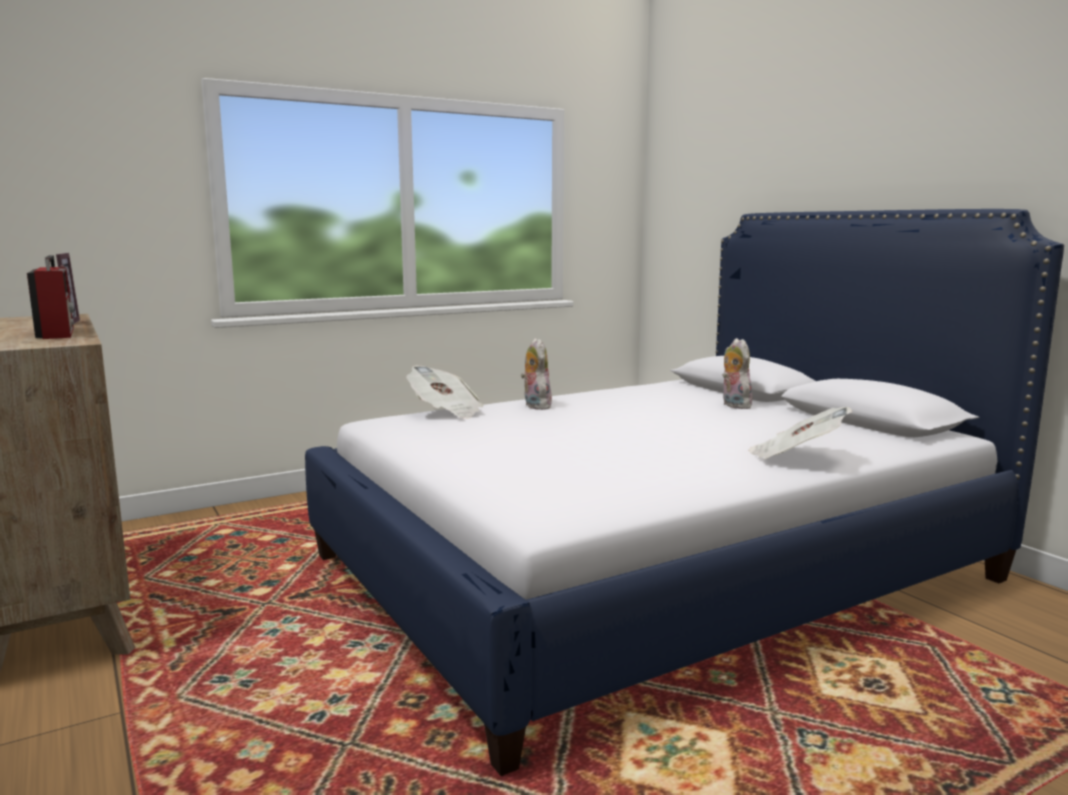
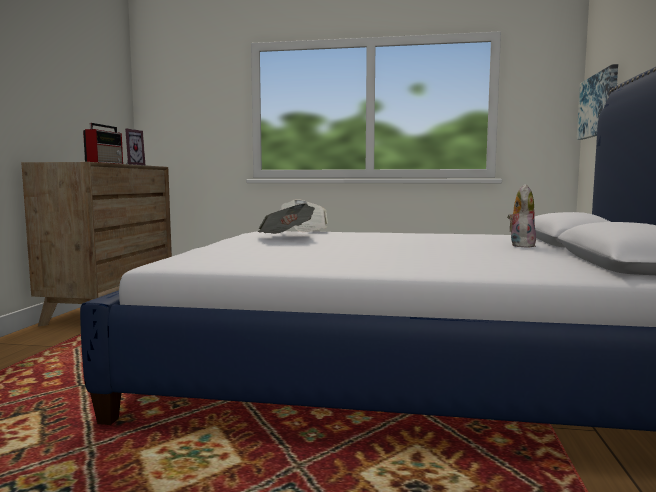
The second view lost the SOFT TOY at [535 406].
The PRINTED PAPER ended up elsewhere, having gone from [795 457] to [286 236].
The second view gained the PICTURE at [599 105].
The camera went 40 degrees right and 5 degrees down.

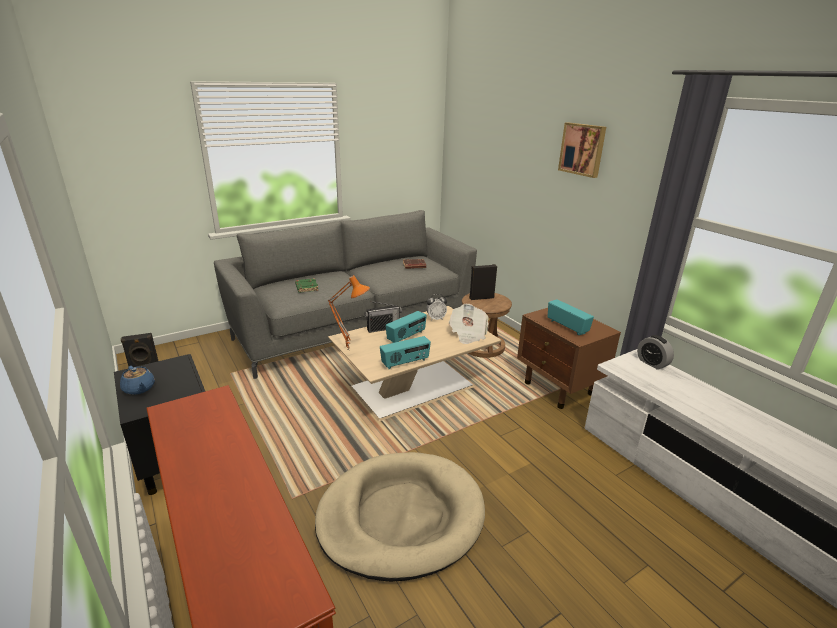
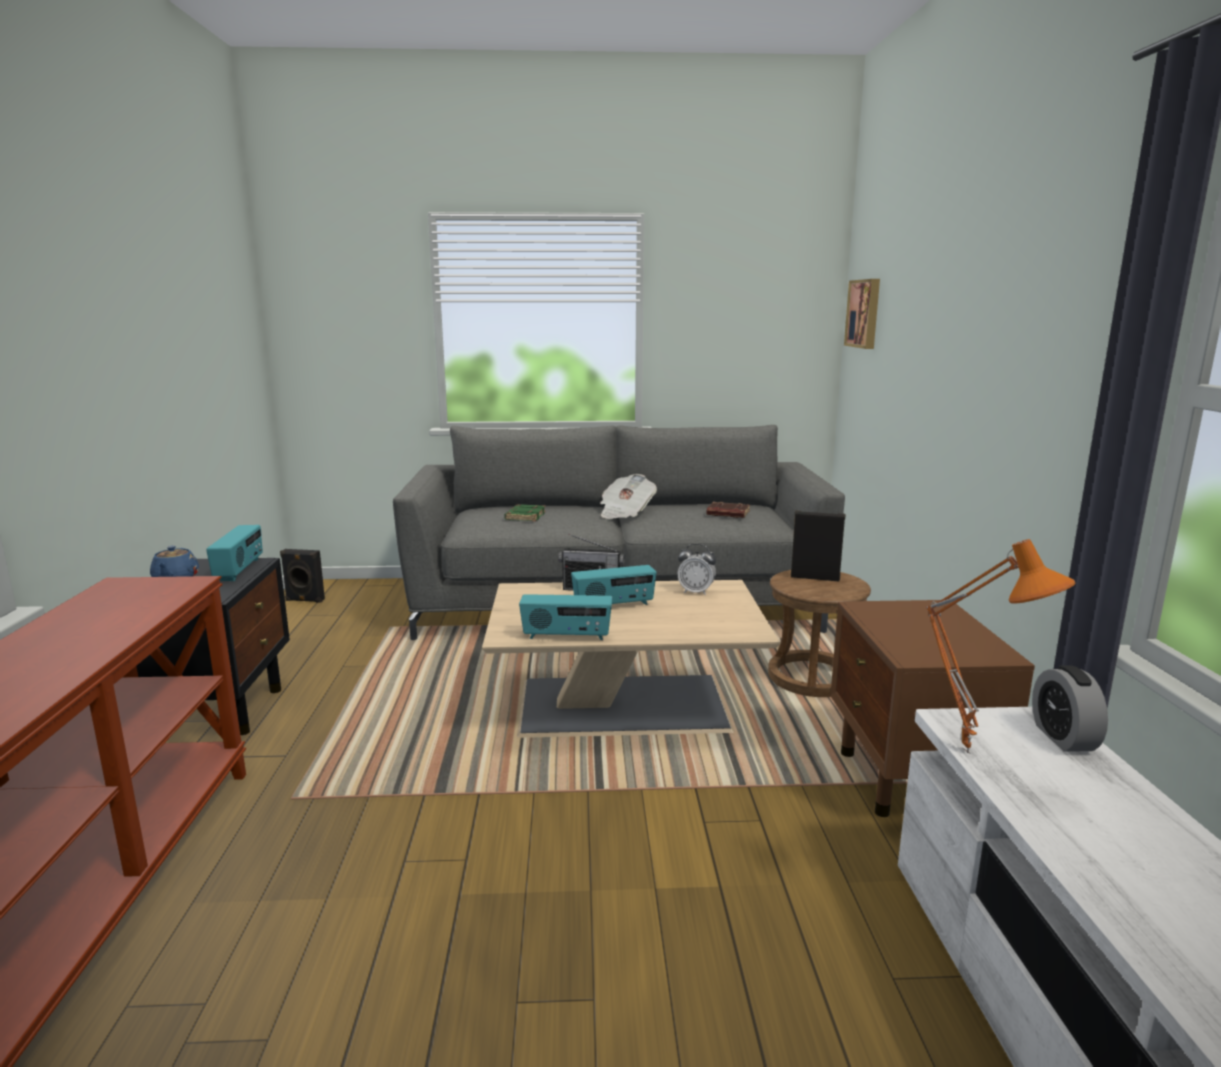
The second view lost the BEIGE-COLOURED DOG CUSHION at [400 517].
The ORANGE-COLOURED LAMP FOR A TABLE ended up elsewhere, having gone from [349 349] to [970 750].
The PRINTED PAPER ended up elsewhere, having gone from [467 334] to [625 512].
The RADIO RECEIVER ended up elsewhere, having gone from [567 327] to [240 570].
The PICTURE ended up elsewhere, having gone from [582 149] to [865 313].
The camera went 30 degrees right and 10 degrees down.

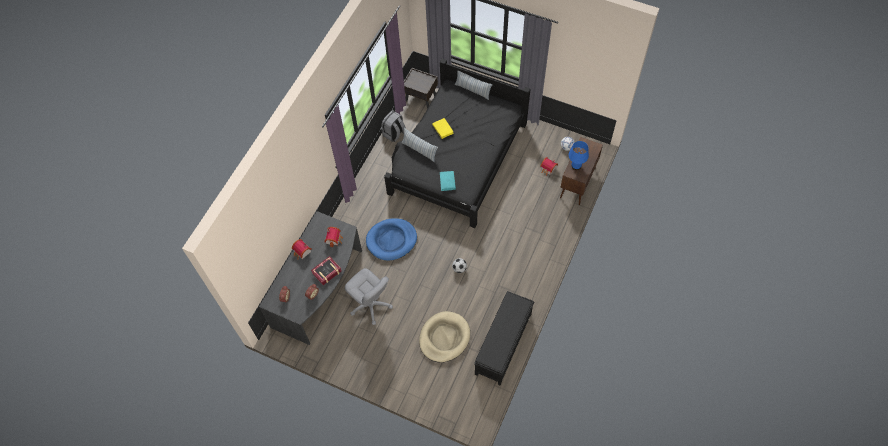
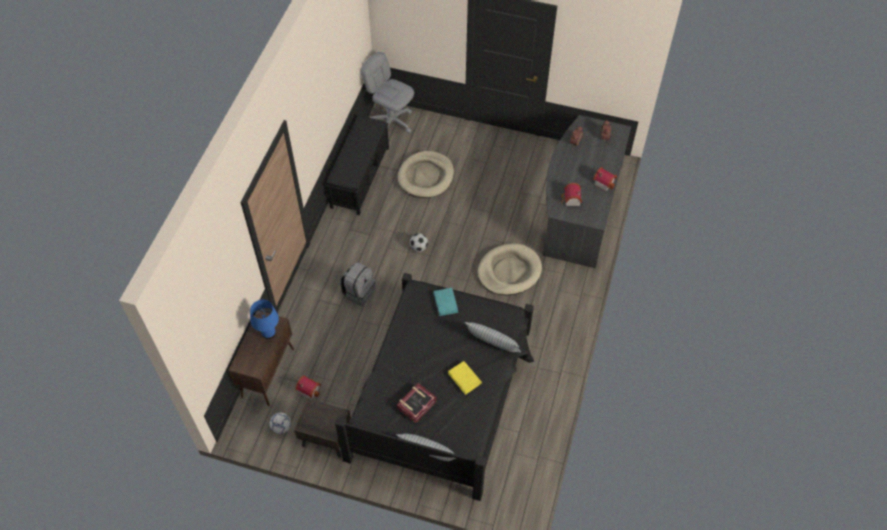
The BOOK ended up elsewhere, having gone from [327 272] to [416 404].
The GRAY OFFICE CHAIR ended up elsewhere, having gone from [371 305] to [391 122].
What was the BLUE DOG CUSHION at [391 240] turned into the BEIGE-COLOURED DOG CUSHION at [509 271].
The GRAY BACKPACK ended up elsewhere, having gone from [394 134] to [358 292].
The BROWN-COLOURED NIGHTSTAND ended up elsewhere, having gone from [421 98] to [325 439].
The camera went 170 degrees right and 5 degrees down.

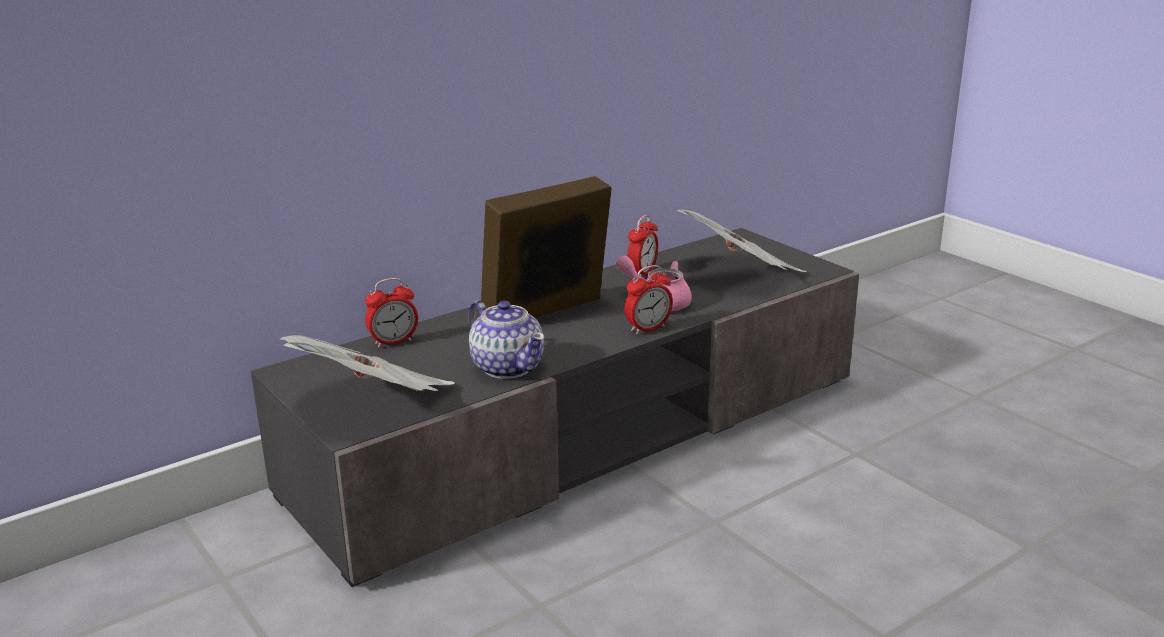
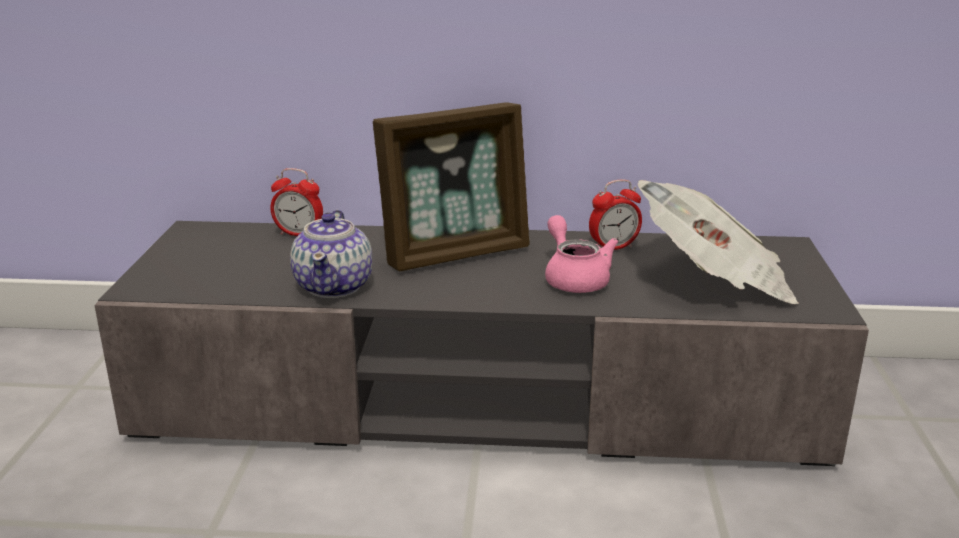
The second view lost the PRINTED PAPER at [375 403].
The STANDING FRAME at [546 313] ended up facing another way, 150 degrees clockwise from before.
The second view lost the ALARM CLOCK at [648 329].
The camera went 40 degrees right and 0 degrees up.

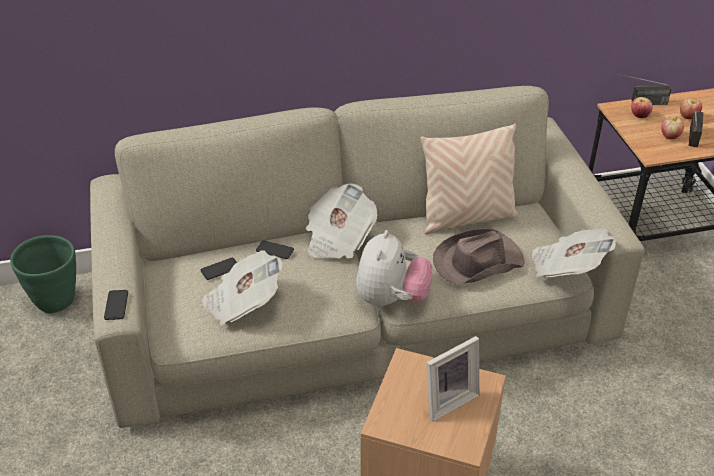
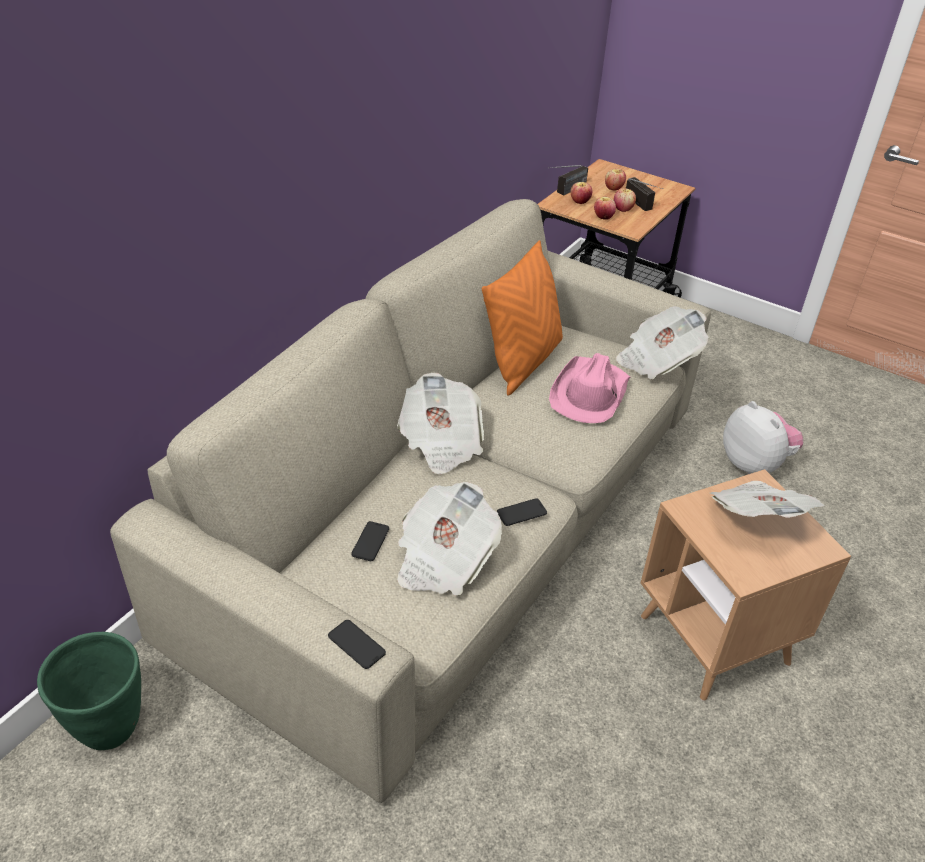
The PHONE ended up elsewhere, having gone from [275 250] to [521 512].
The SOFT TOY ended up elsewhere, having gone from [391 299] to [754 464].
What was the BEIGE-COLOURED PILLOW at [467 218] turned into the ORANGE-COLOURED PILLOW at [523 362].
Where the STANDING FRAME stood at [447 399], the PRINTED PAPER came to stand at [757 518].
What was the BROWN-COLOURED HAT at [477 261] turned into the PINKISH HAT at [589 393].
The second view gained the APPLE FRUIT at [603 217].
The camera went 45 degrees left and 0 degrees up.

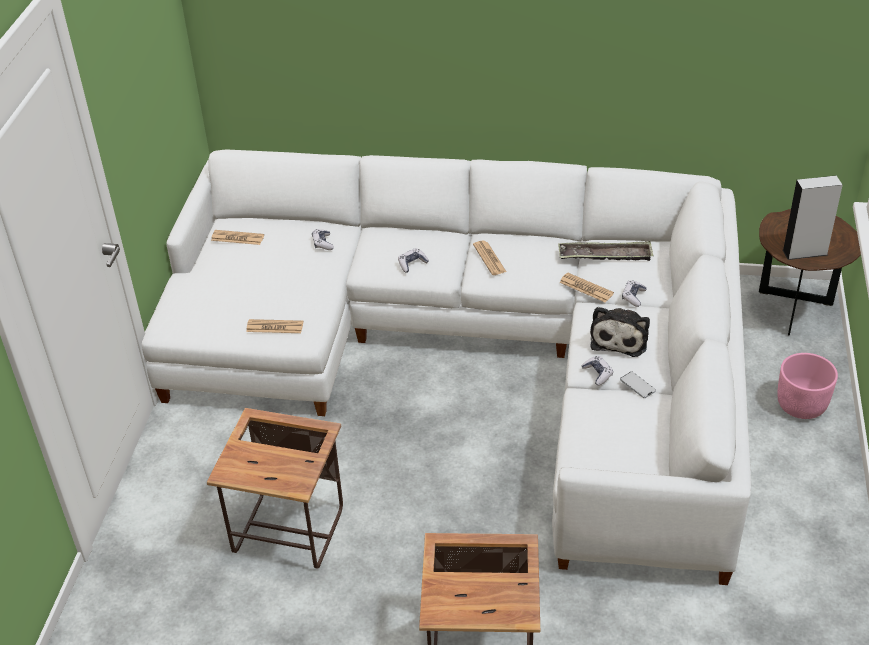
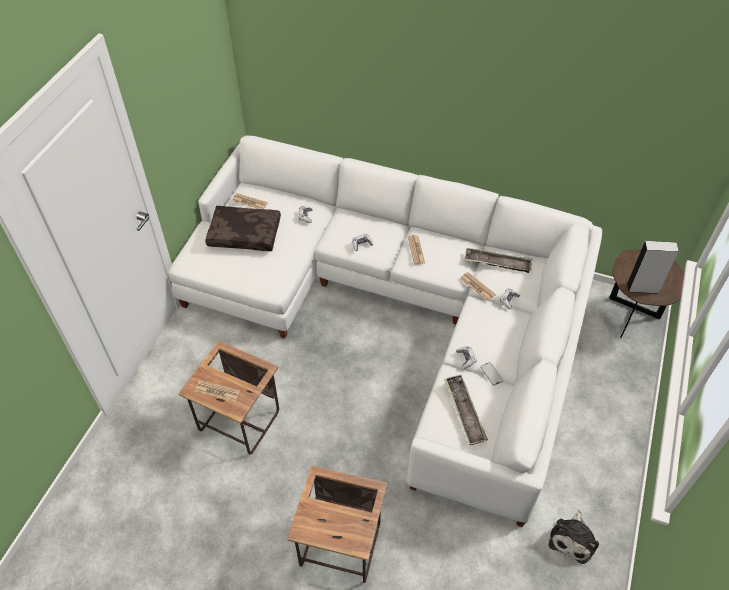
The PRINTED PAPER ended up elsewhere, having gone from [275 327] to [217 391].
The SOFT TOY ended up elsewhere, having gone from [620 338] to [573 539].
The second view lost the PINKISH FLOWER POT at [801 405].
The second view gained the BROWN-COLOURED PILLOW at [245 234].
The second view gained the SERVING TRAY at [464 412].
The camera went 10 degrees right and 10 degrees up.

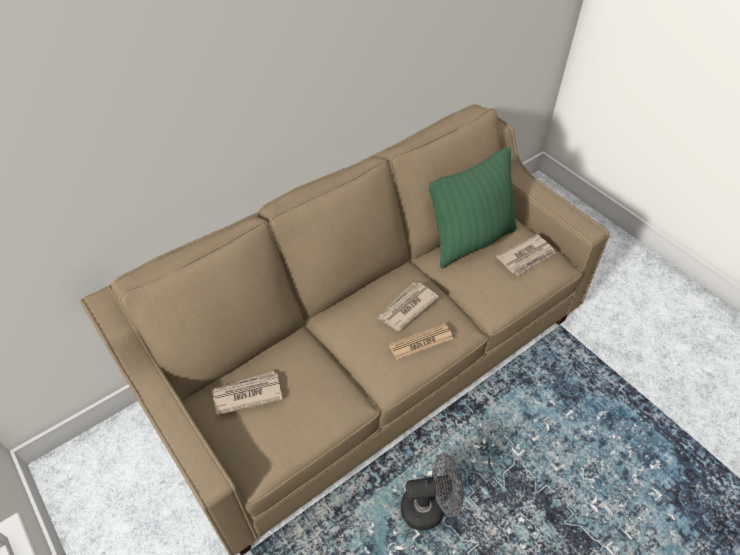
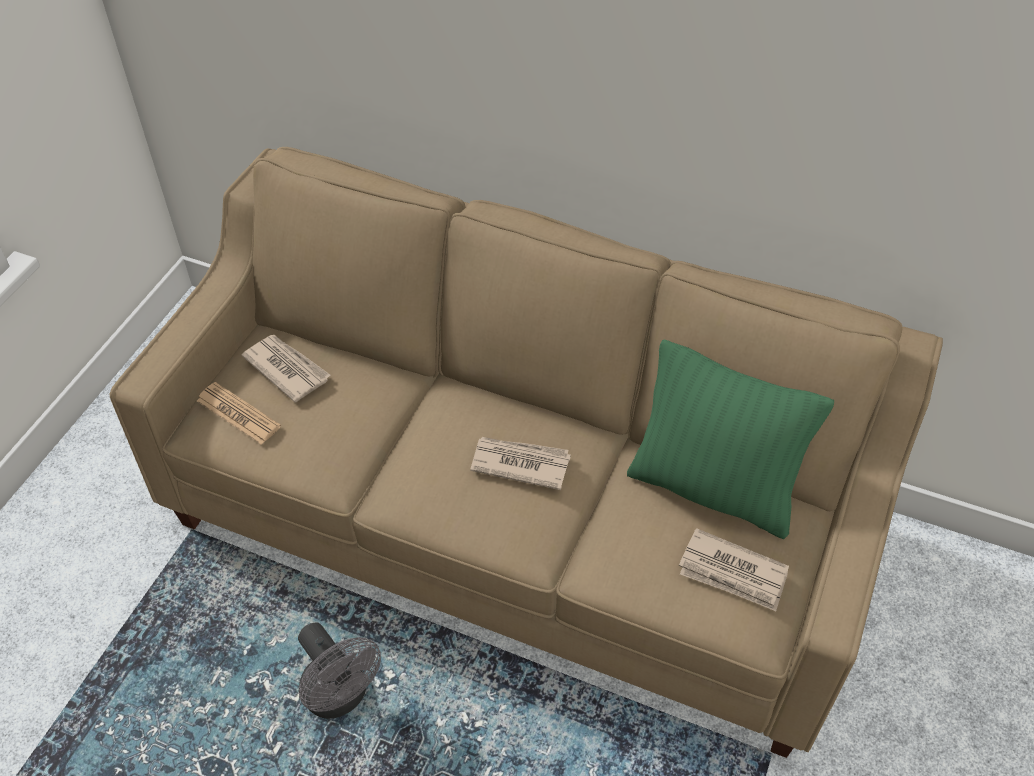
The PRINTED PAPER ended up elsewhere, having gone from [421 342] to [238 414].
The camera went 60 degrees right and 0 degrees up.

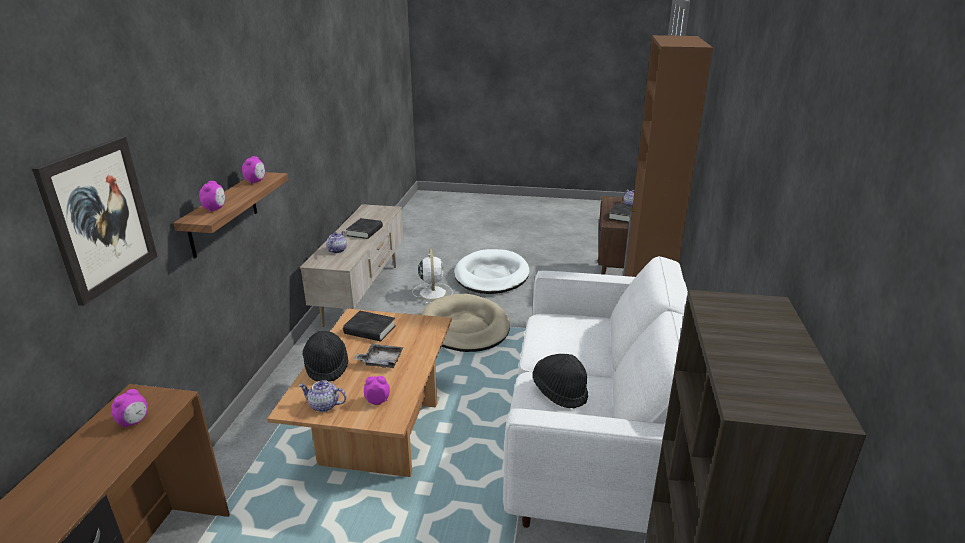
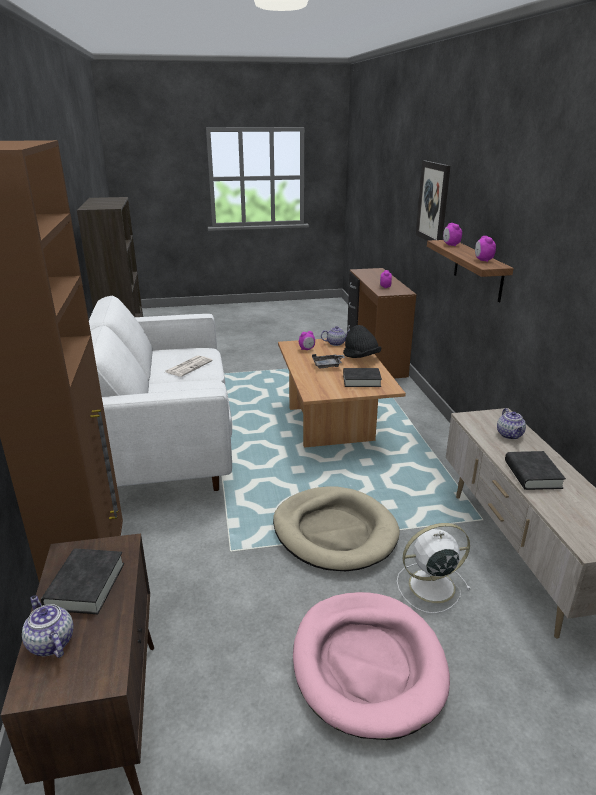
The WHITE FAN at [432 292] ended up facing another way, 105 degrees clockwise from before.
What was the WHITE DOG CUSHION at [491 275] turned into the PINKISH DOG CUSHION at [368 664].
Where the BLACK HAT stood at [560 391], the PRINTED PAPER came to stand at [189 366].
The camera went 160 degrees right and 0 degrees up.

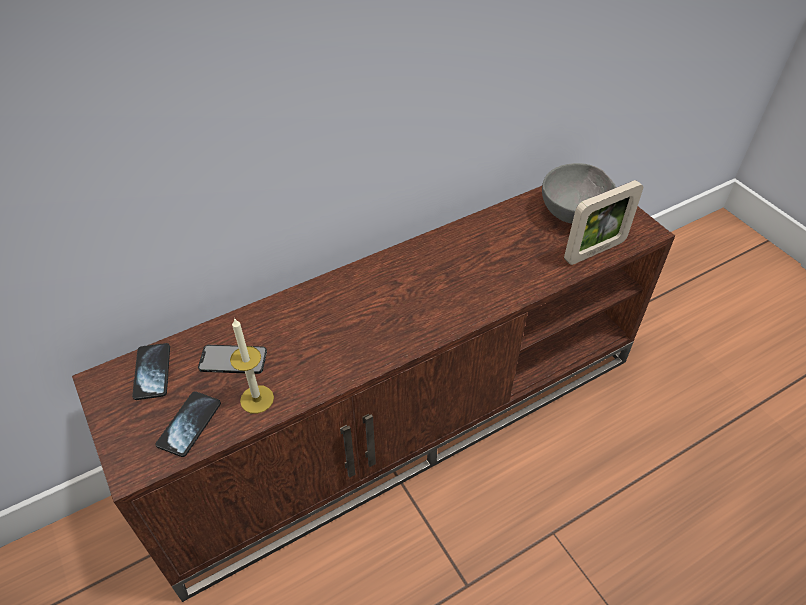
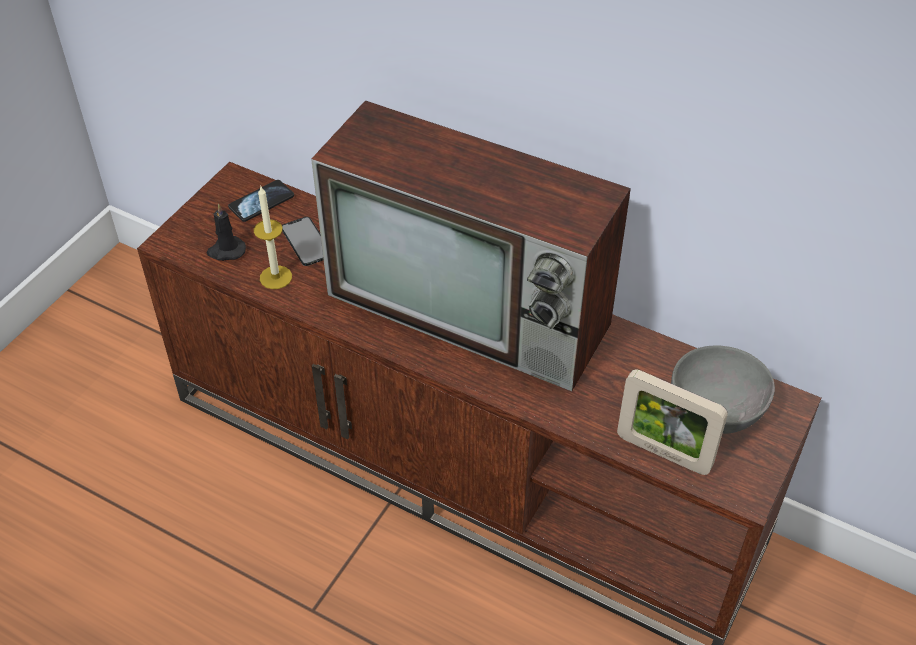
Where the PHONE stood at [189 424], the BLACK WAX LIGHT came to stand at [226 251].
The second view gained the TV at [473 310].
The camera went 60 degrees right and 0 degrees up.

